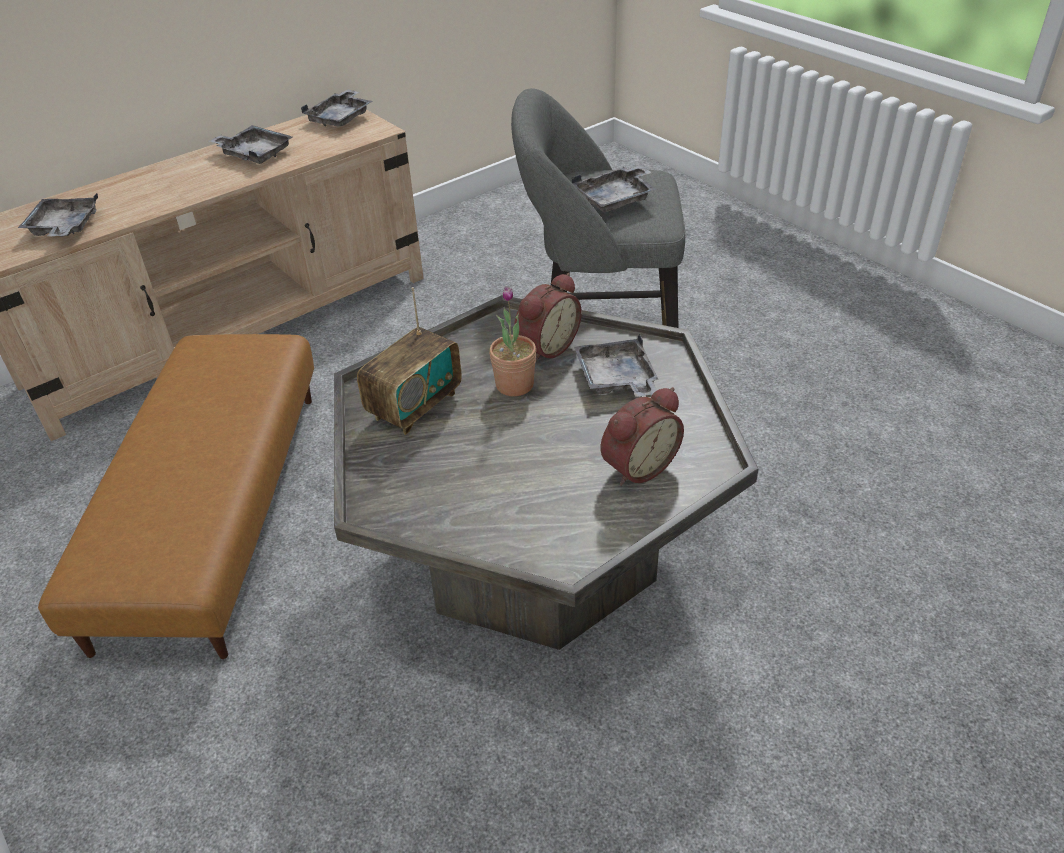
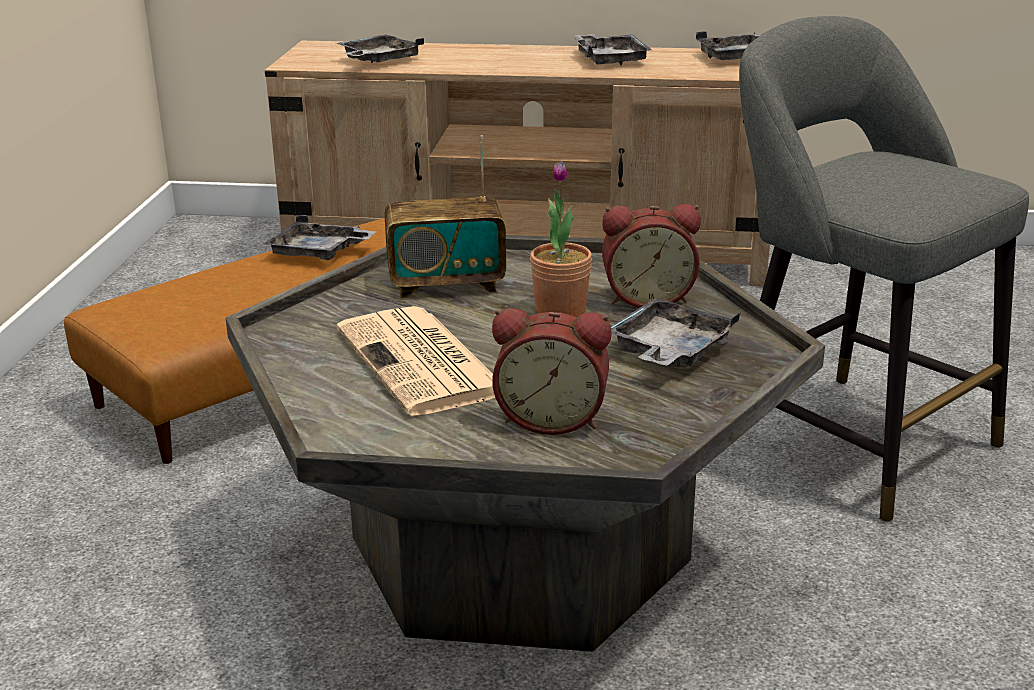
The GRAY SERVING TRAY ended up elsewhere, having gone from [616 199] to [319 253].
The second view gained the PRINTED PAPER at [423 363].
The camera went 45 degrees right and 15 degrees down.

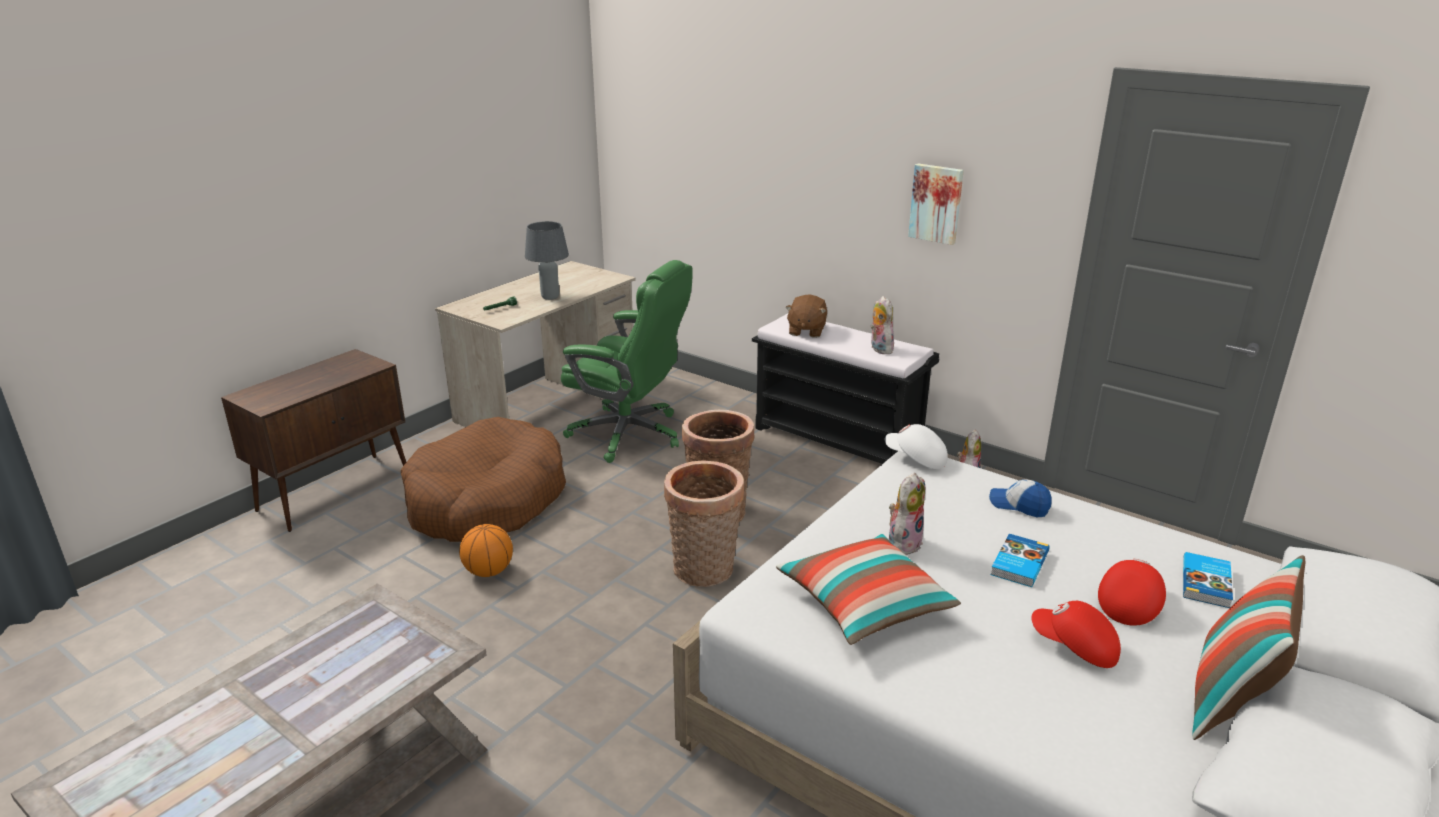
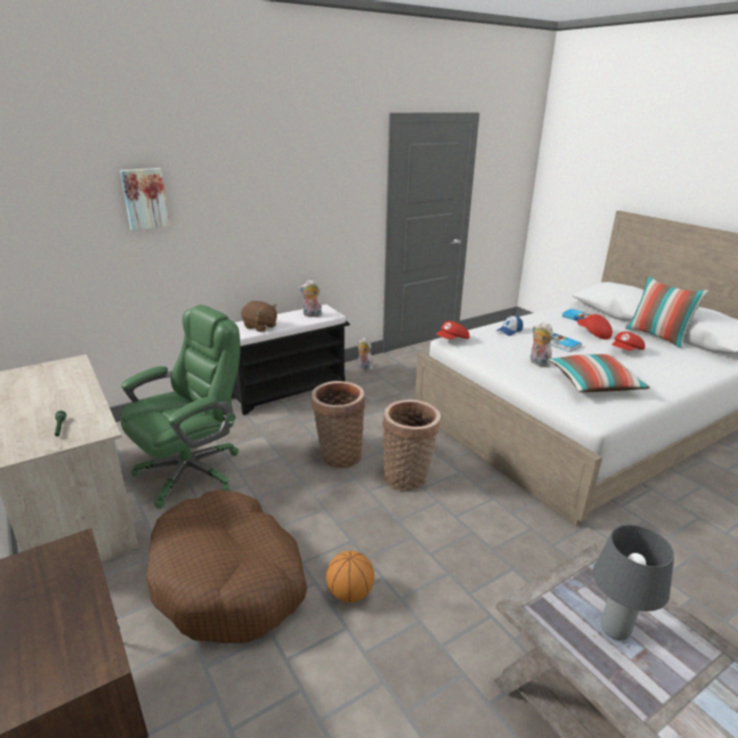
The GRAY LAMP FOR A TABLE ended up elsewhere, having gone from [550 297] to [614 629].
What was the WHITE BASEBALL CAP at [915 459] turned into the REDDISH BASEBALL CAP at [452 340].
The PICTURE ended up elsewhere, having gone from [936 203] to [145 198].
The camera went 70 degrees left and 0 degrees up.

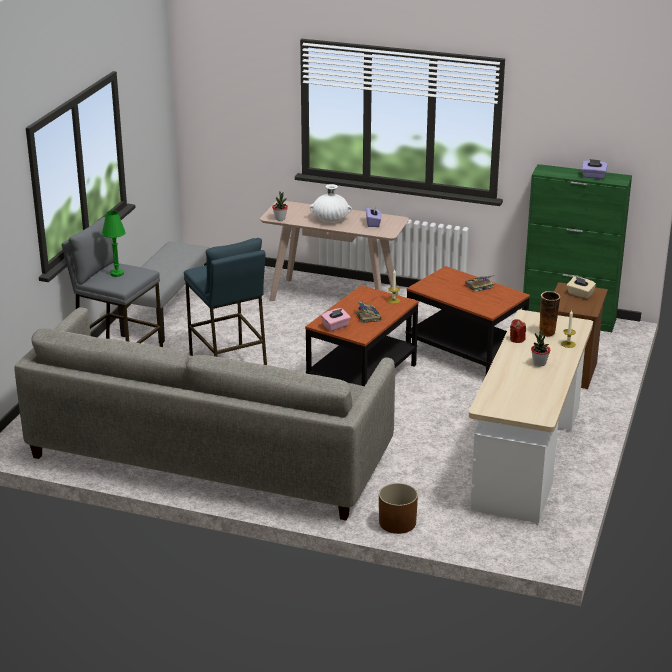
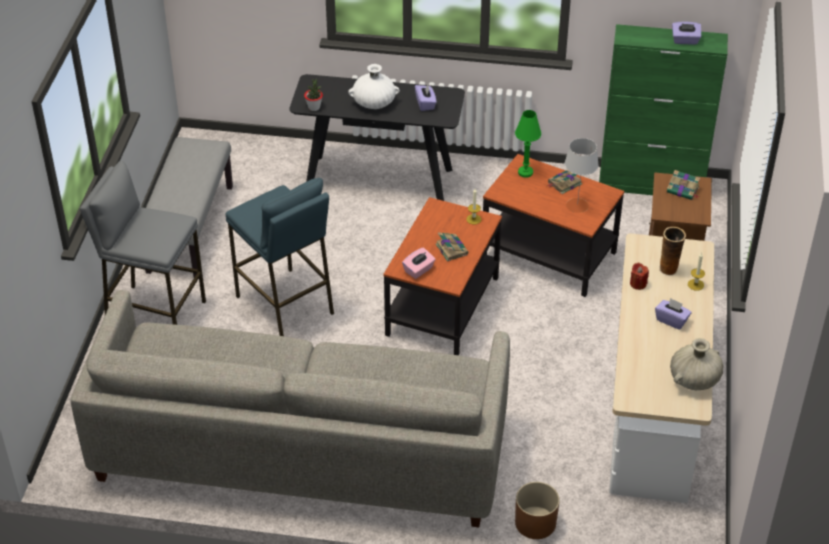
The GREEN-COLOURED LAMP FOR A TABLE ended up elsewhere, having gone from [117 273] to [525 172].
What was the BEIGE-COLOURED NARROW TABLE at [334 298] turned into the BLACK NARROW TABLE at [379 181].
Where the POTTED PLANT stood at [539 363], the PURPLE-COLOURED TISSUE BOX came to stand at [671 320].
Where the BEIGE-COLOURED TISSUE BOX stood at [580 294], the BOOK came to stand at [683 190].
The second view gained the GRAY LAMP FOR A TABLE at [577 205].
The second view gained the BEIGE-COLOURED FLOWER VASE at [694 379].
The camera went 10 degrees left and 15 degrees up.

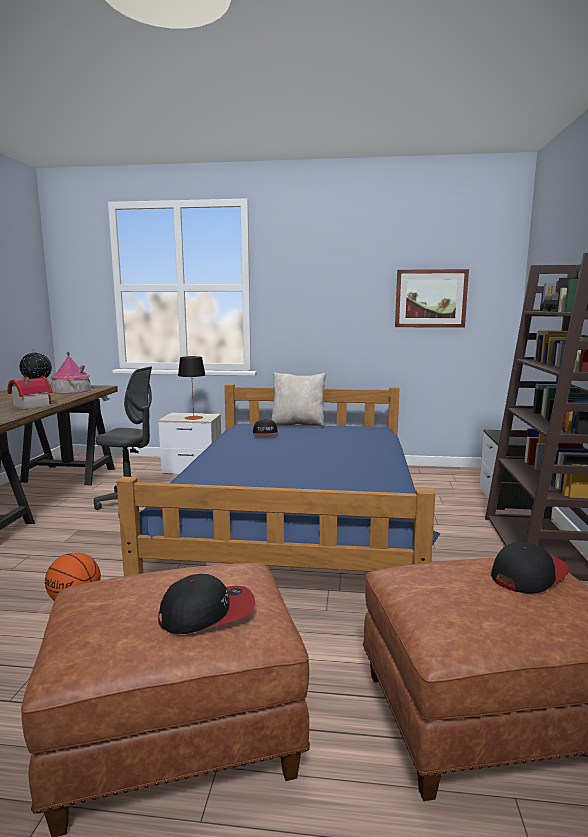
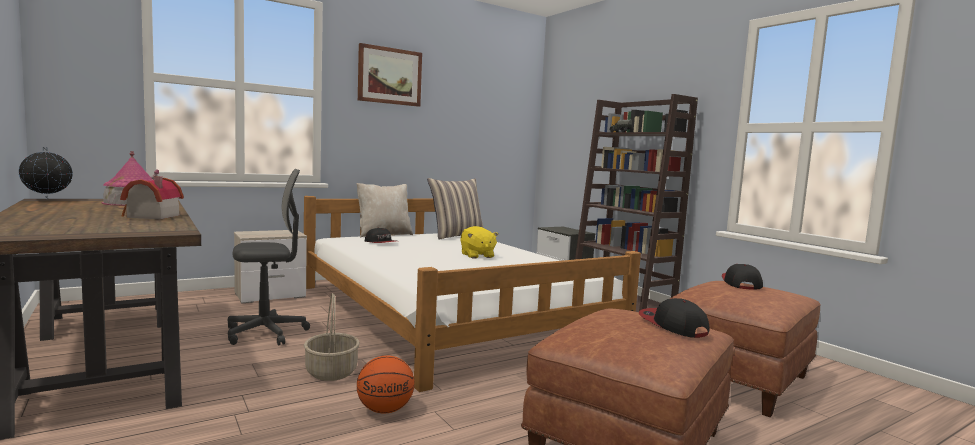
What was the BLUE BEDROOM BED at [297 517] turned into the WHITE BEDROOM BED at [448 313].
The BASEBALL CAP at [207 612] ended up facing another way, 60 degrees counterclockwise from before.
The second view lost the LAMP FOR A TABLE at [193 418].
The PICTURE ended up elsewhere, having gone from [430 298] to [389 76].
The second view gained the BASKET at [331 372].
The second view gained the PILLOW at [456 236].
The second view gained the YELLOWISH SOFT TOY at [477 255].
The camera went 40 degrees left and 5 degrees down.

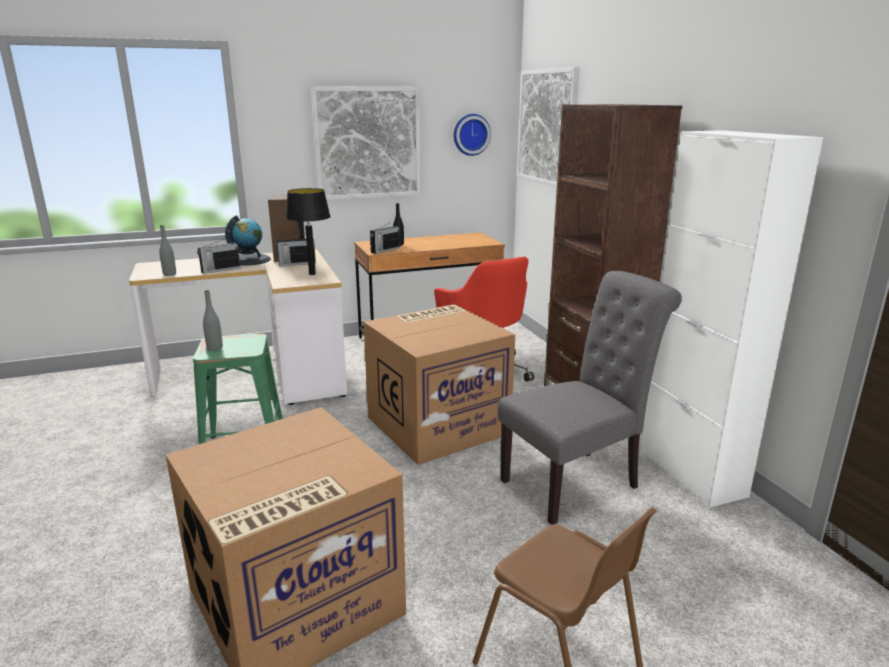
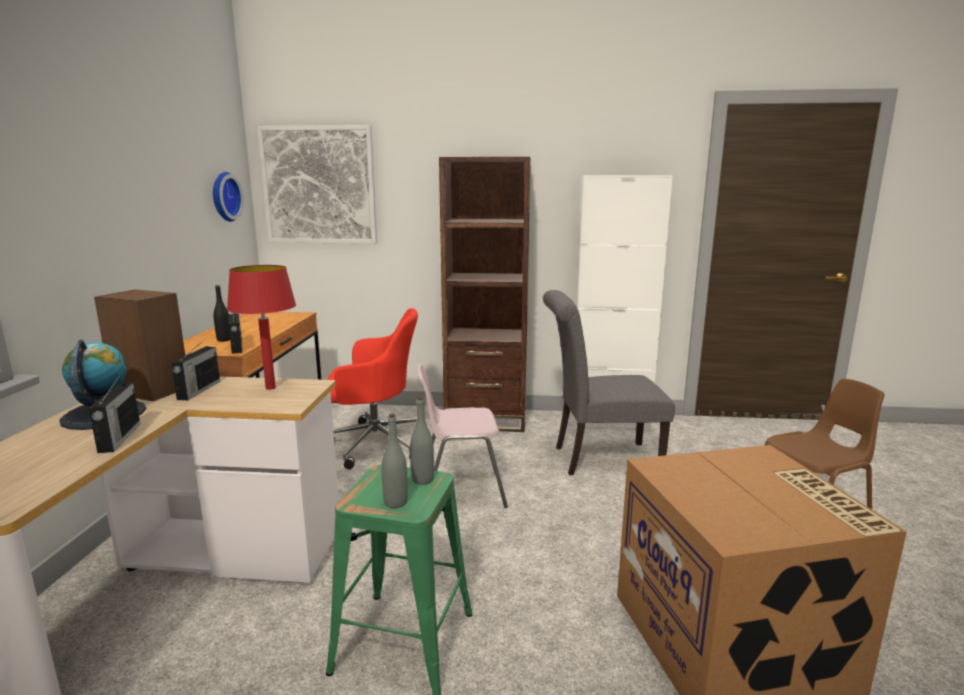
The GRAY BOTTLE ended up elsewhere, having gone from [169 274] to [422 480].
What was the BLACK LAMP FOR A TABLE at [312 274] turned into the REDDISH LAMP FOR A TABLE at [271 388].
The second view lost the PICTURE at [368 143].
Where the CARTON stood at [438 424], the PINKISH PLAIN CHAIR came to stand at [460 491].
The GRAY PLAIN CHAIR at [577 482] ended up facing another way, 90 degrees counterclockwise from before.
The camera went 65 degrees left and 5 degrees down.

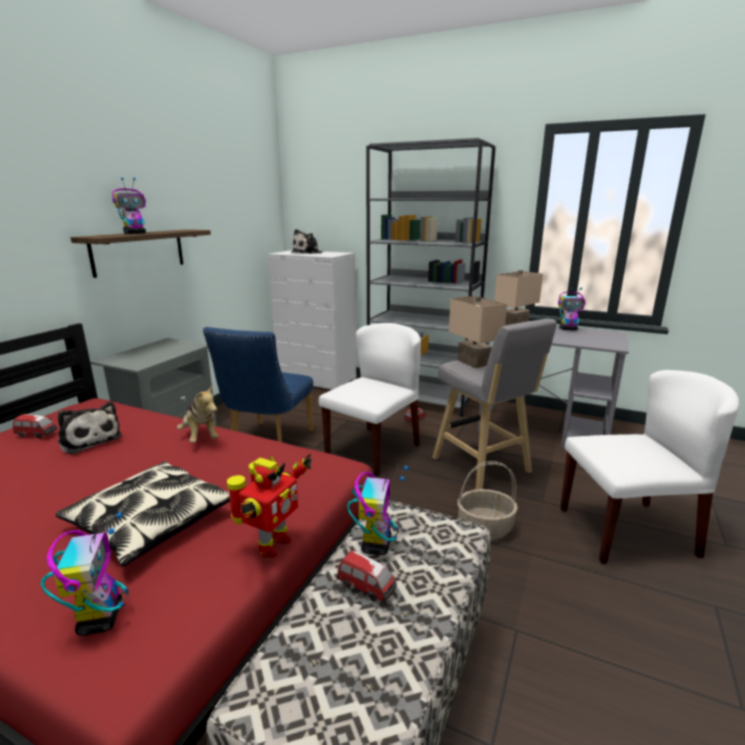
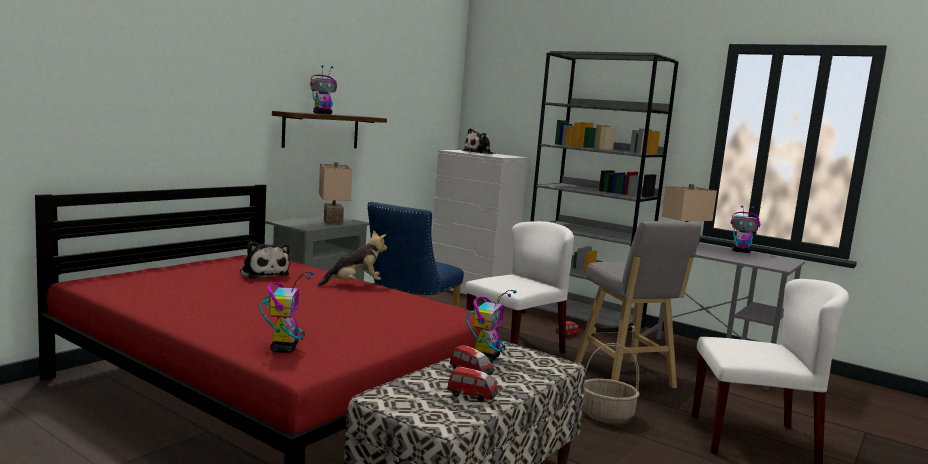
The TOY CAR ended up elsewhere, having gone from [37 434] to [472 396].
The second view lost the PILLOW at [150 521].
The SOFT TOY at [201 437] ended up facing another way, 90 degrees counterclockwise from before.
The second view lost the TOY ROBOT at [271 545].
The BEIGE-COLOURED LAMP FOR A TABLE ended up elsewhere, having gone from [471 363] to [331 222].
The camera went 10 degrees right and 10 degrees down.

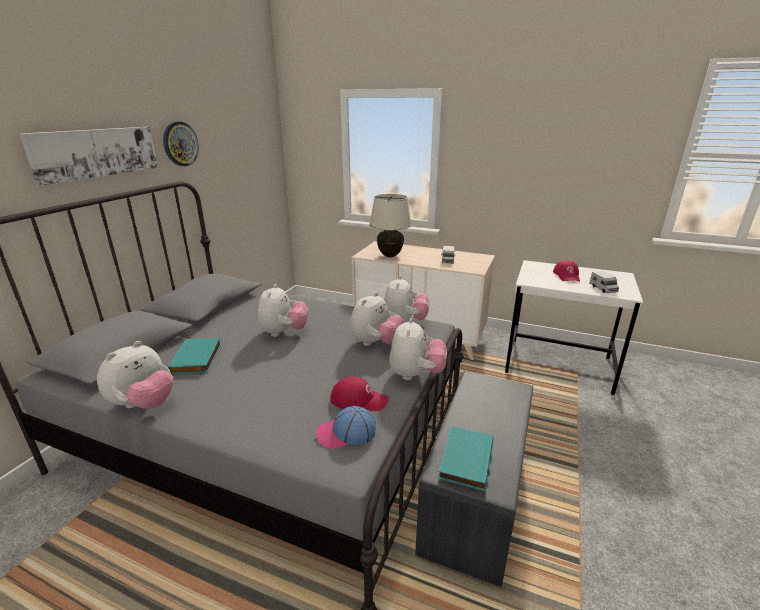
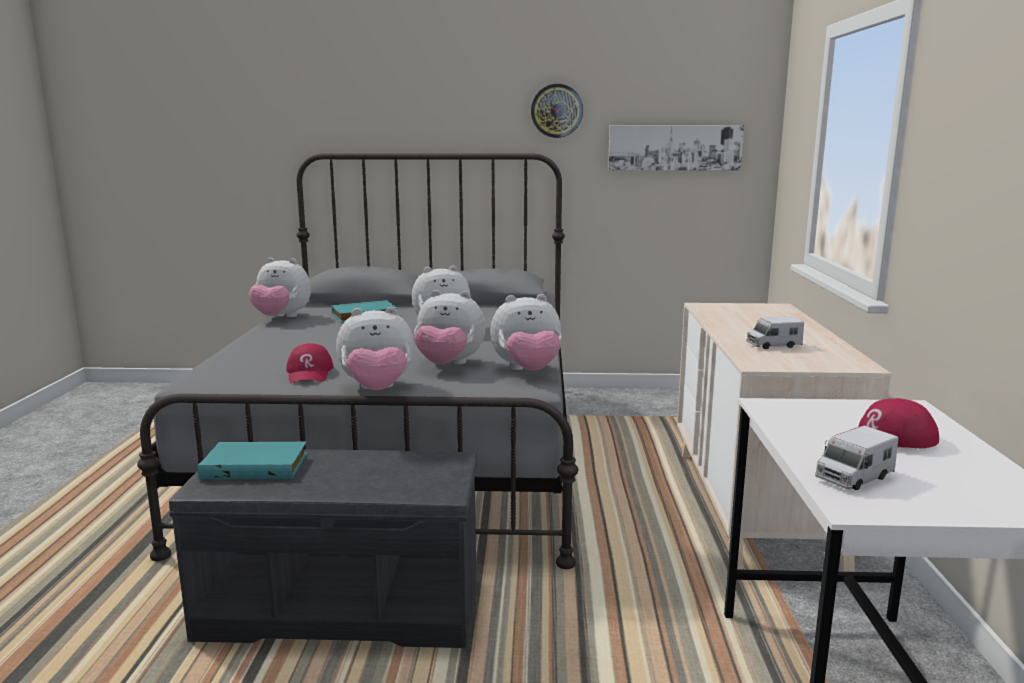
The PICTURE ended up elsewhere, having gone from [96 153] to [674 147].
The second view lost the BASEBALL CAP at [346 433].
The second view lost the BEIGE-COLOURED LAMP FOR A TABLE at [390 255].
The camera went 70 degrees right and 10 degrees down.

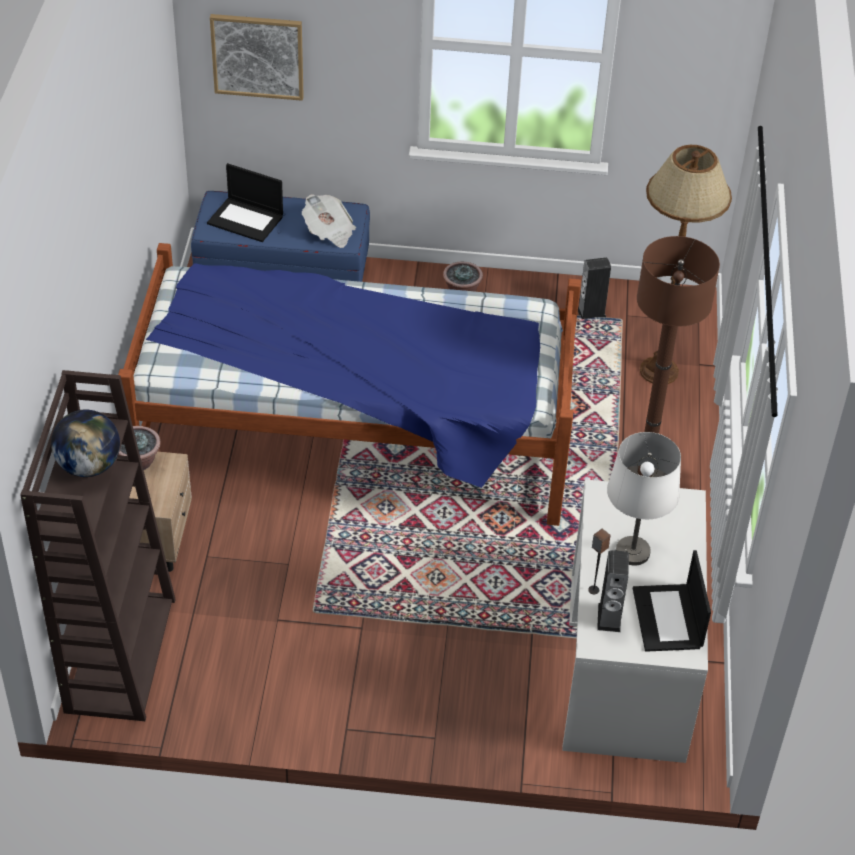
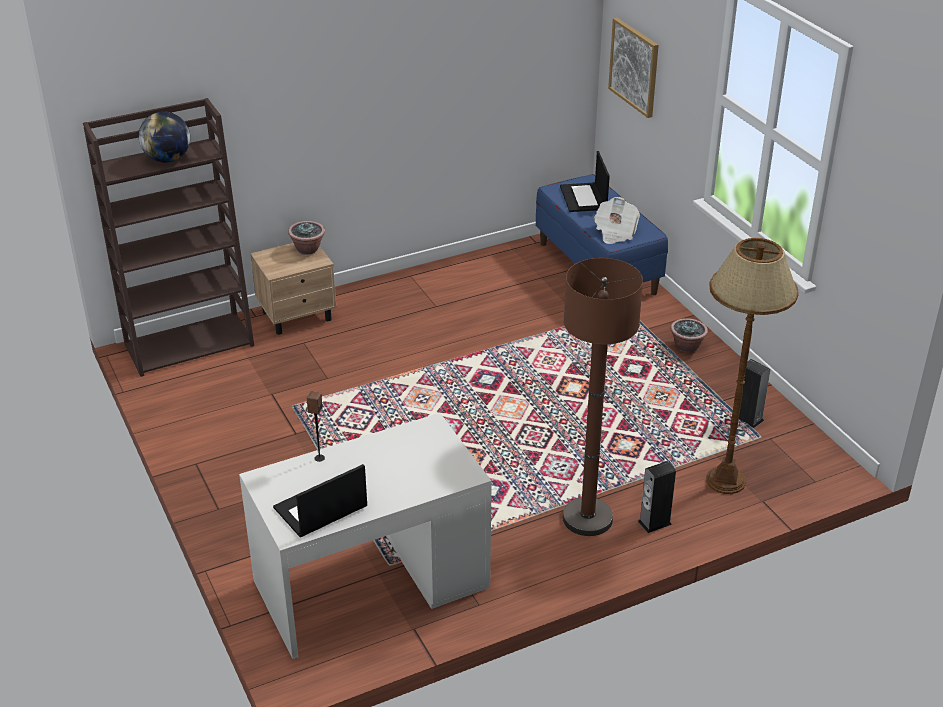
The second view lost the BEDROOM BED at [356 437].
The AUDIO SPEAKER ended up elsewhere, having gone from [609 617] to [654 522].
The second view lost the WHITE LAMP FOR A TABLE at [632 552].
The camera went 60 degrees right and 10 degrees down.

